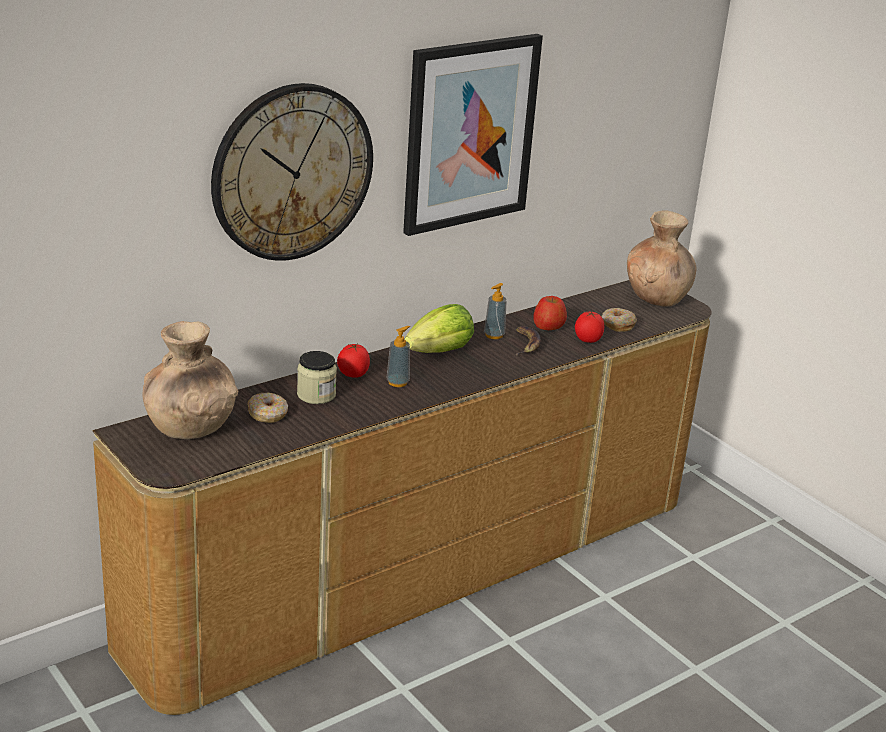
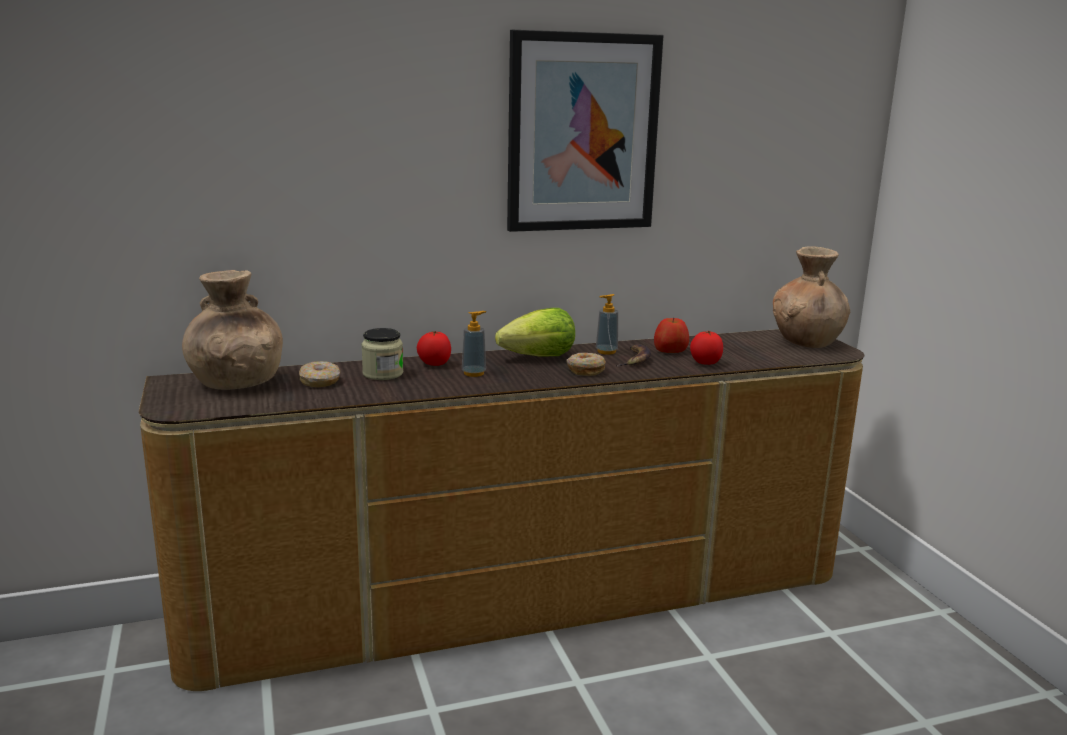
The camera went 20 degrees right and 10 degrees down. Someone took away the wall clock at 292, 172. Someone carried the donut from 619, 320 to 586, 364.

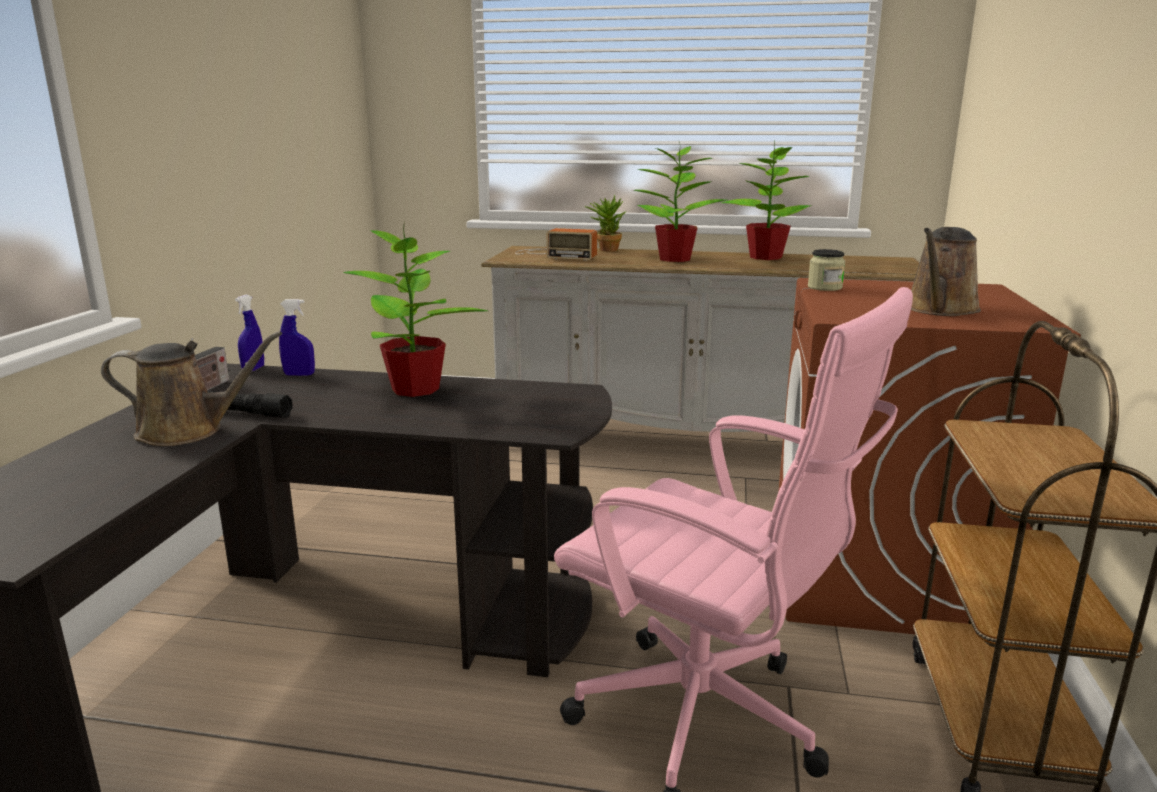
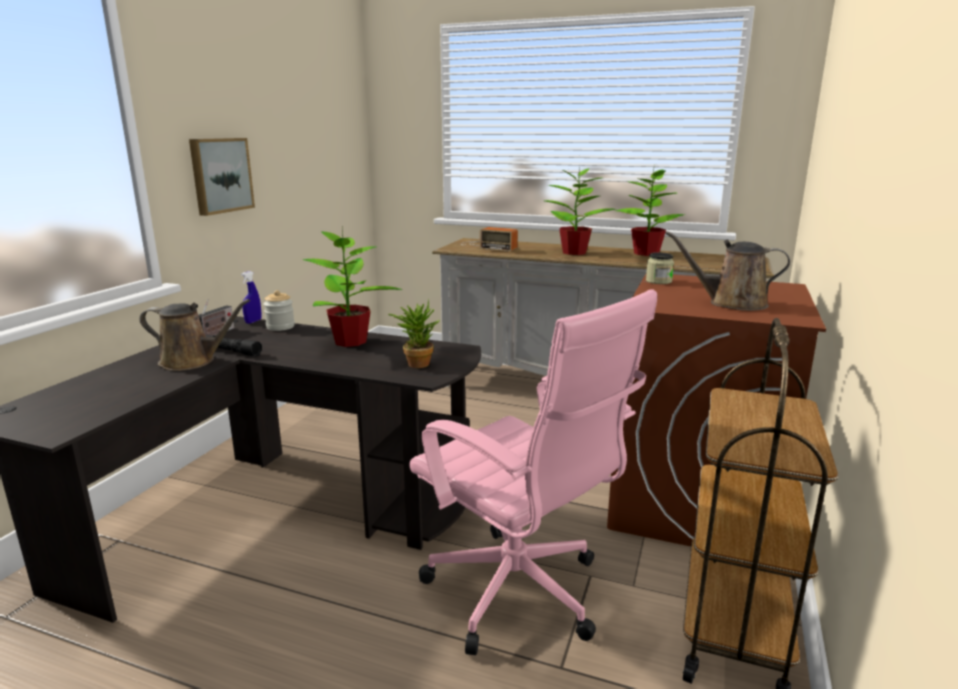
The camera went 10 degrees right and 0 degrees up. Someone put up the picture at 222, 177. Someone carried the potted plant from 605, 223 to 414, 333. Someone swapped the spray bottle (blue) at 297, 337 for the jar at 279, 310. Someone rotated the watering can (brown) at 946, 271 by 60 degrees clockwise.

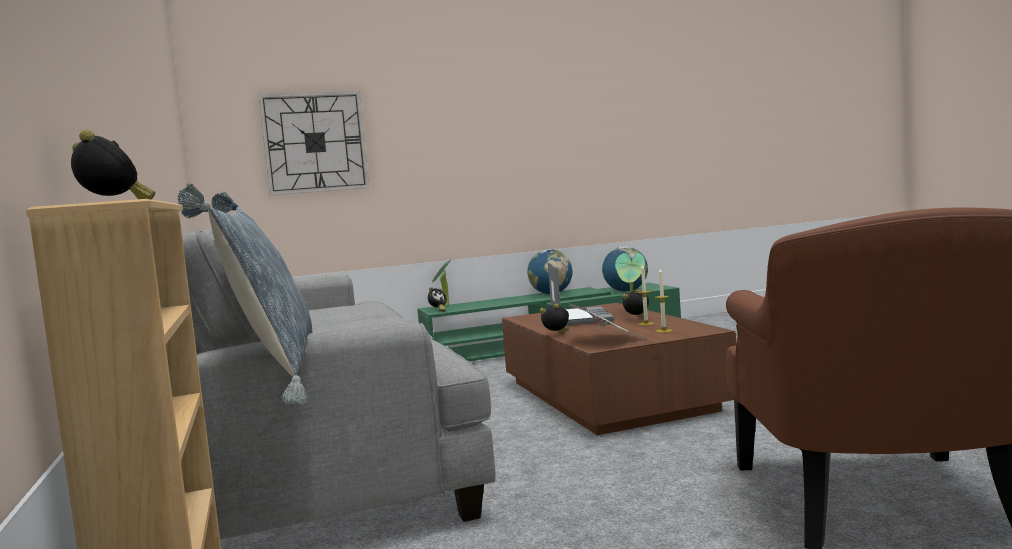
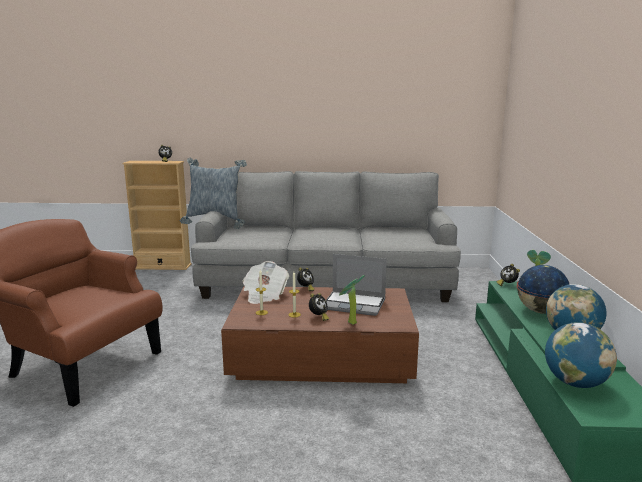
The camera went 110 degrees right and 10 degrees up. Someone took away the wall clock at 313, 143. Someone put down the globe at 543, 289.

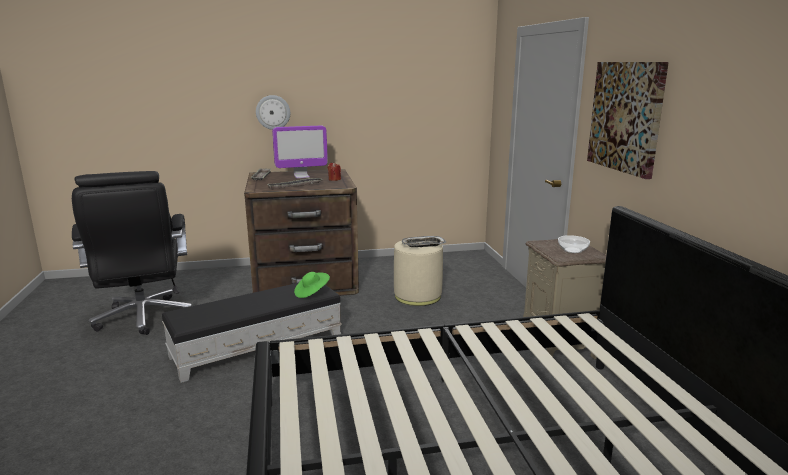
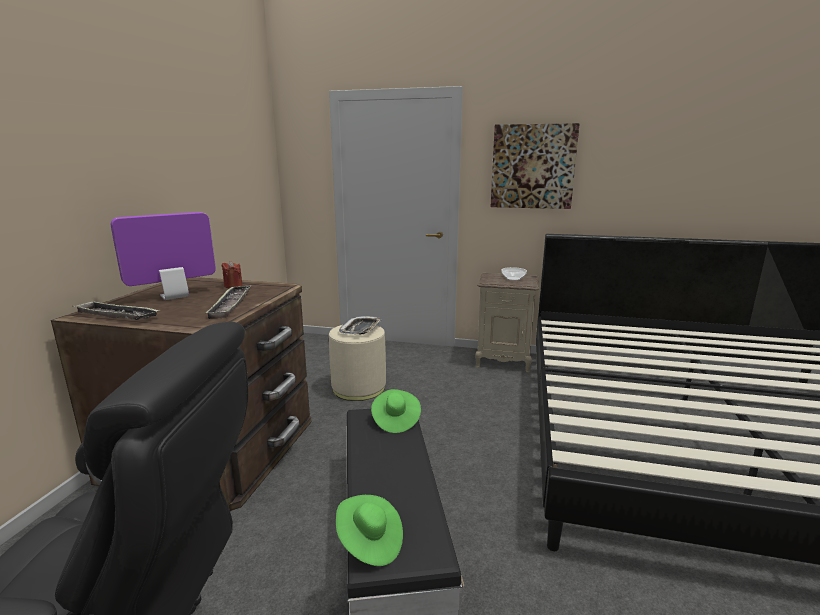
The camera went 65 degrees left and 0 degrees up. Someone took away the wall clock at 273, 112. Someone put down the hat (green) at 369, 530. Someone rotated the monitor at 300, 152 by 135 degrees counterclockwise.

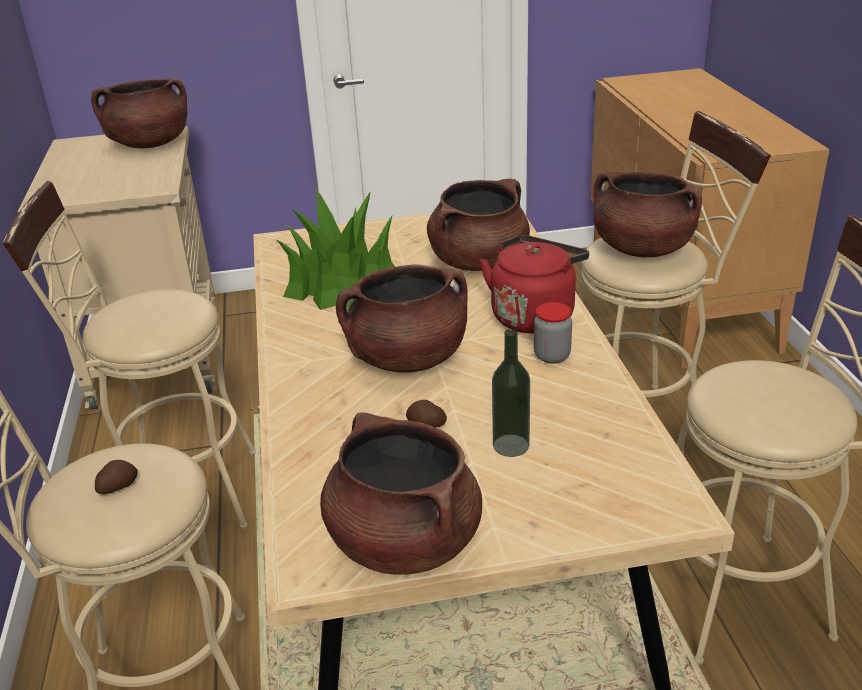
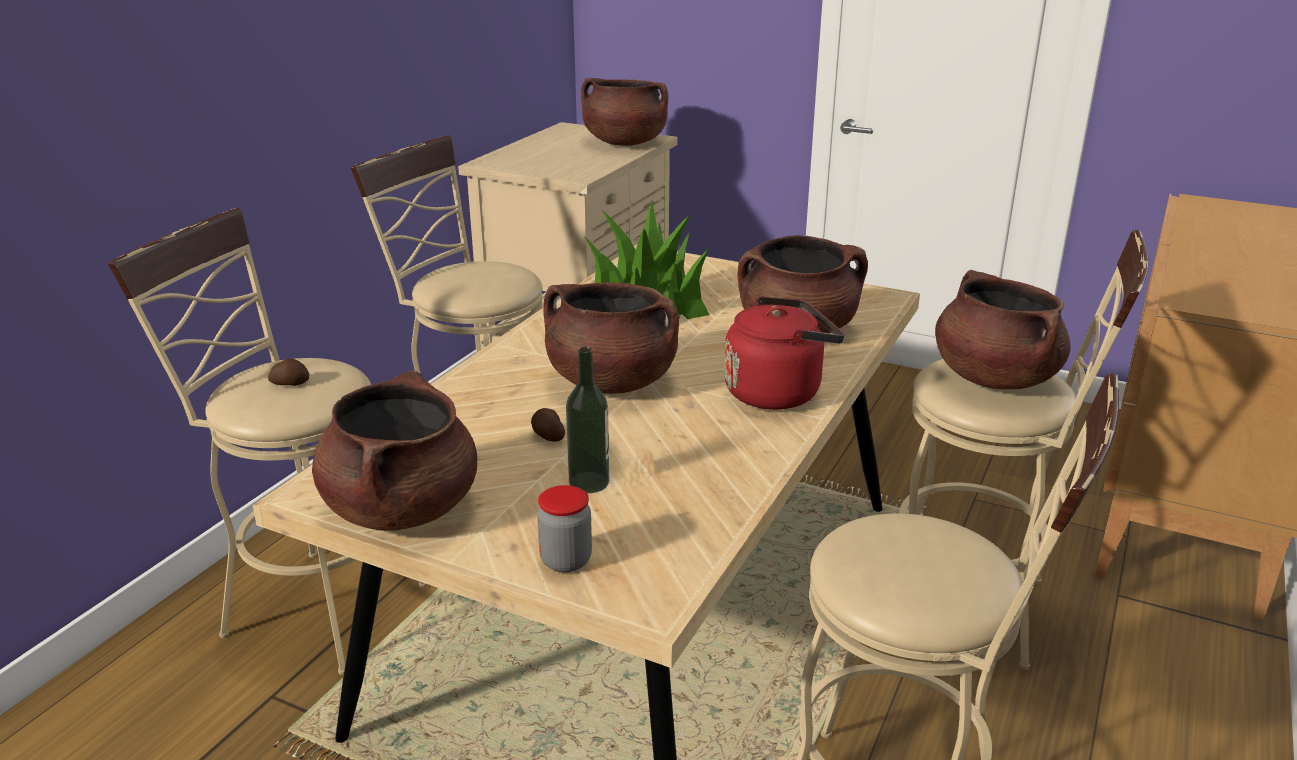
The camera went 35 degrees right and 5 degrees down. Someone carried the jar from 553, 333 to 564, 529.

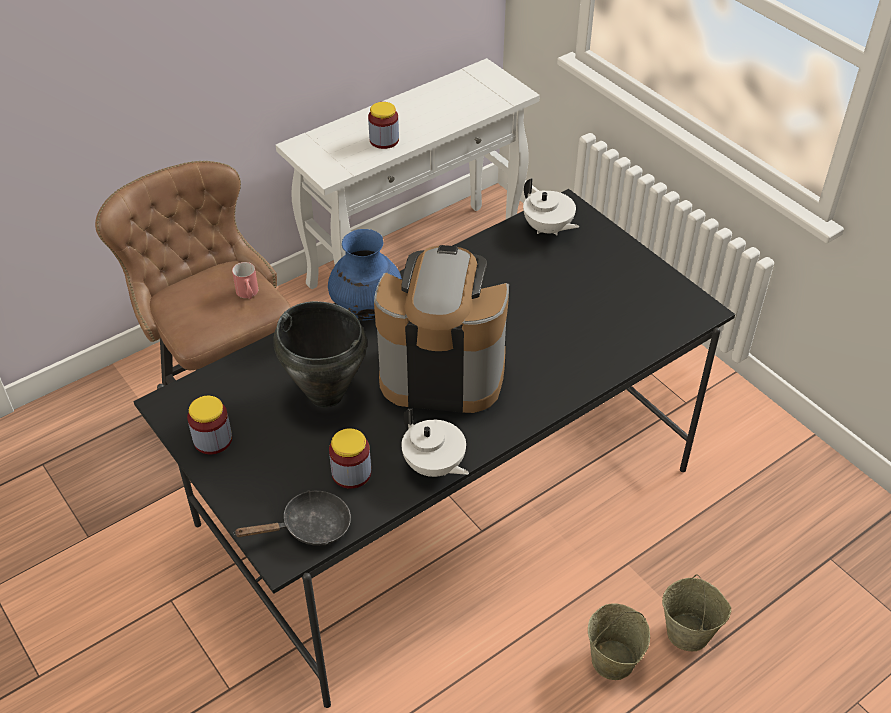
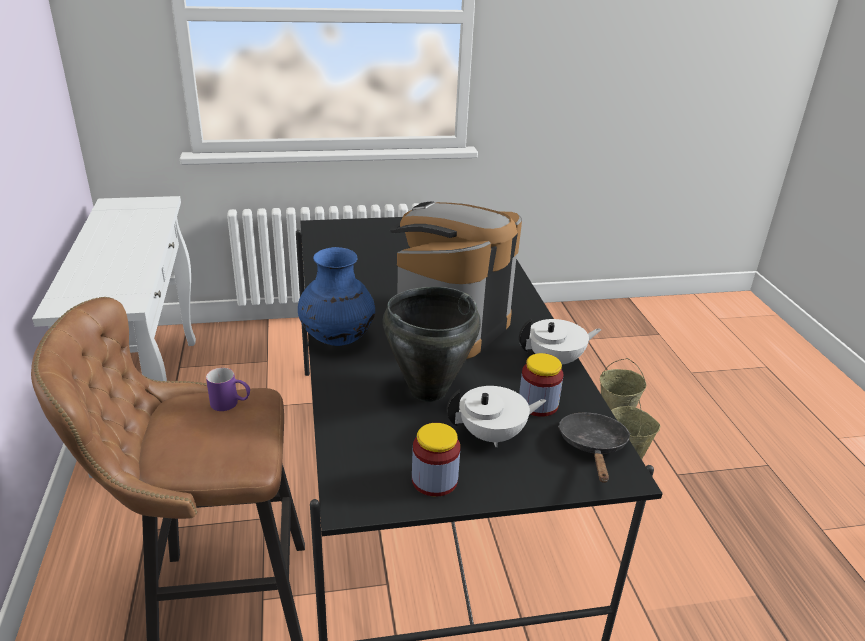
The camera went 65 degrees left and 15 degrees down. Someone took away the jar at 383, 125. Someone carried the teapot (white) from 551, 206 to 496, 416. Someone repainted the mug (red) at 245, 280, which became the mug (purple) at 228, 389.

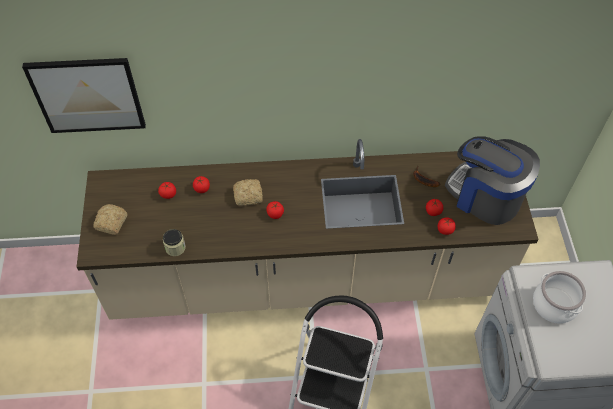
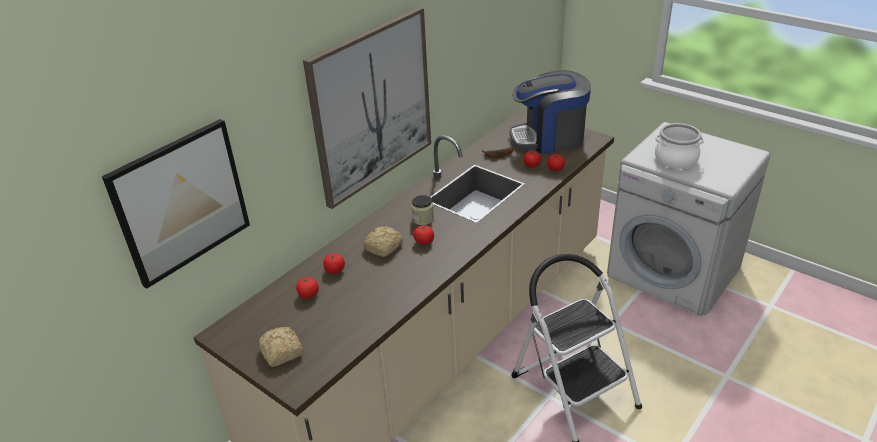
The camera went 45 degrees left and 20 degrees down. Someone put up the picture at 367, 108. Someone carried the jar from 174, 242 to 422, 210.

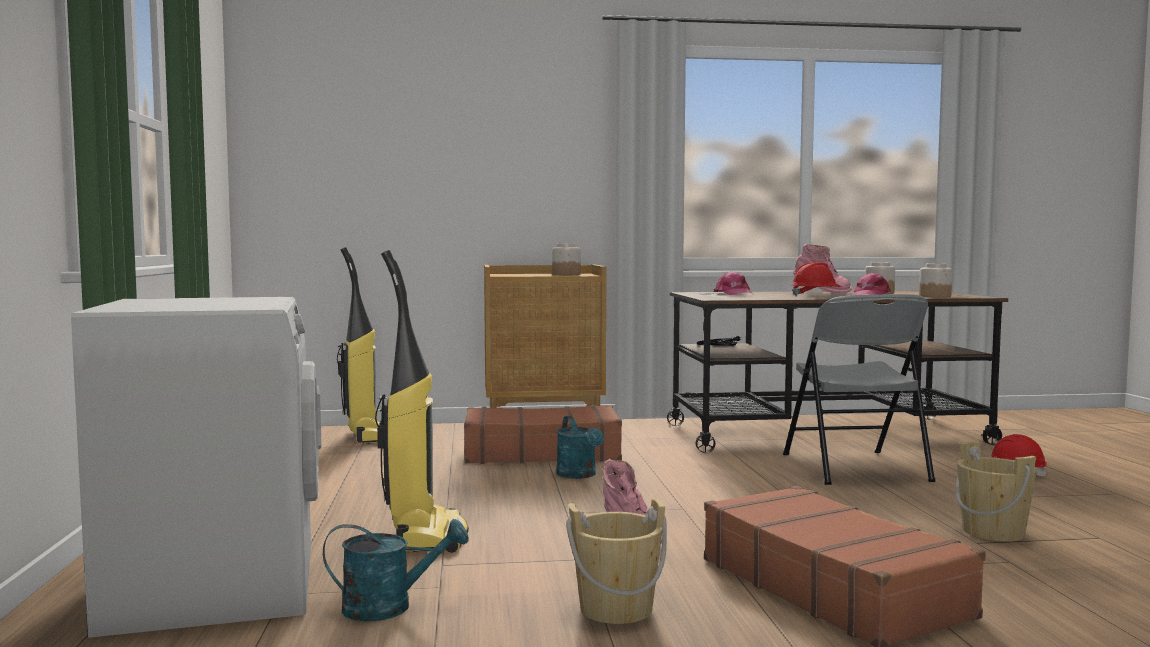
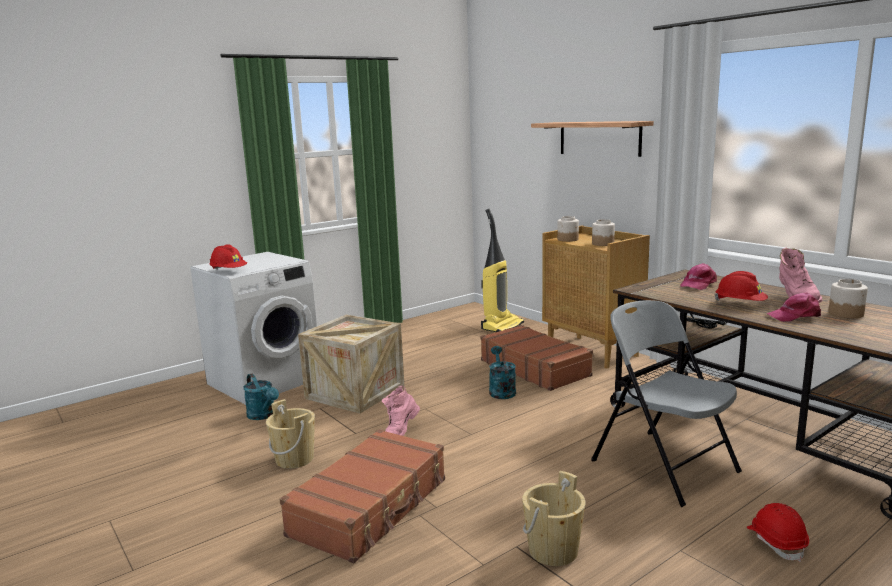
The camera went 60 degrees right and 10 degrees up. Someone put down the hard hat (red) at 228, 257. Someone put up the shelf at 592, 139. Someone carried the jar from 935, 280 to 568, 229. Someone swapped the vacuum cleaner at 422, 401 for the crate at 351, 363. Someone rotated the watering can (turquoise) at 580, 447 by 135 degrees clockwise. Someone rotated the chair (grey) at 859, 389 by 90 degrees clockwise.

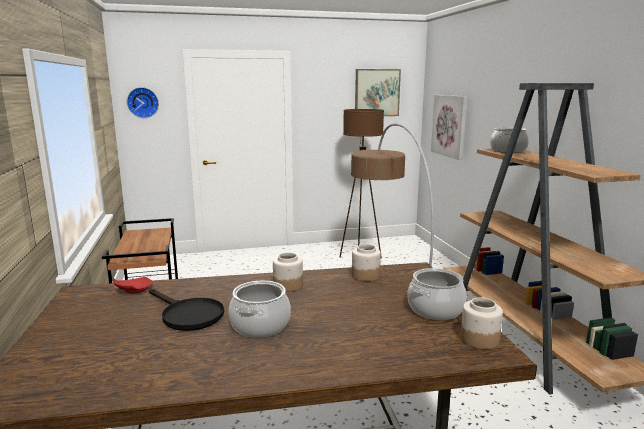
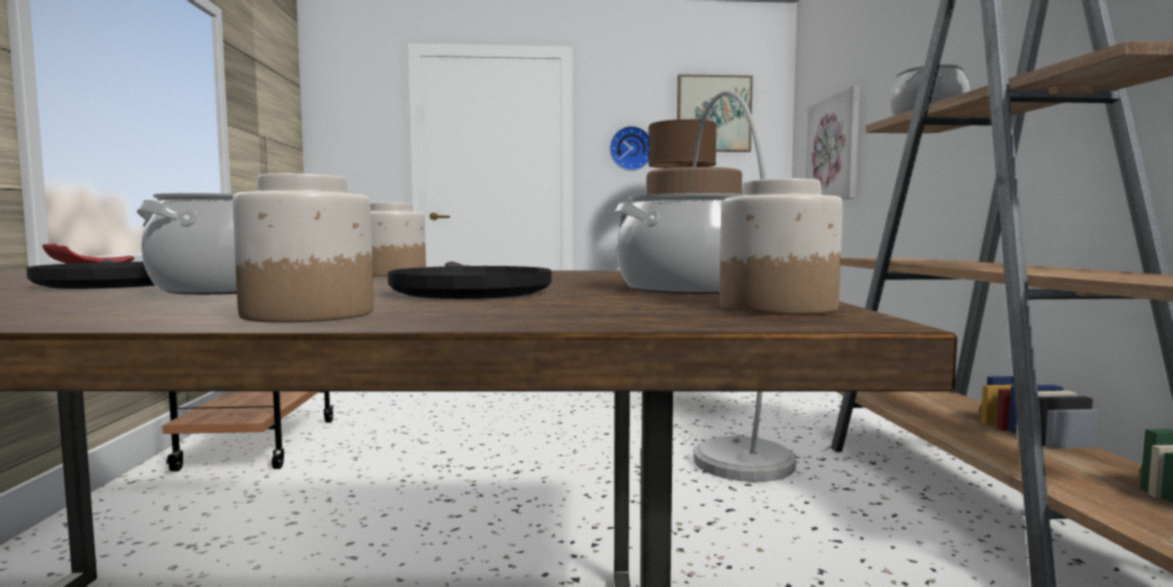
The camera went 10 degrees right and 10 degrees down. Someone put down the frying pan (black) at 469, 280. Someone carried the wall clock from 143, 102 to 629, 148. Someone carried the jar from 366, 263 to 303, 248.

